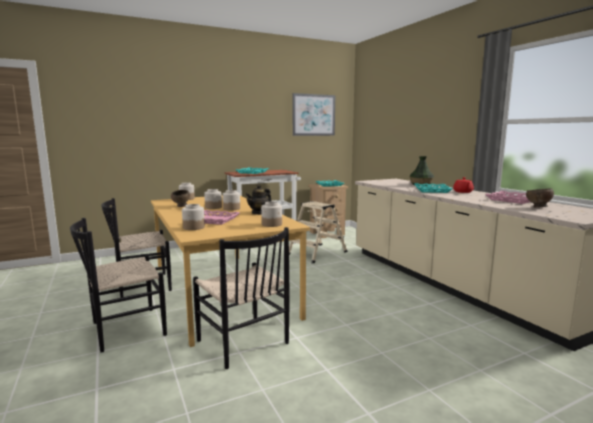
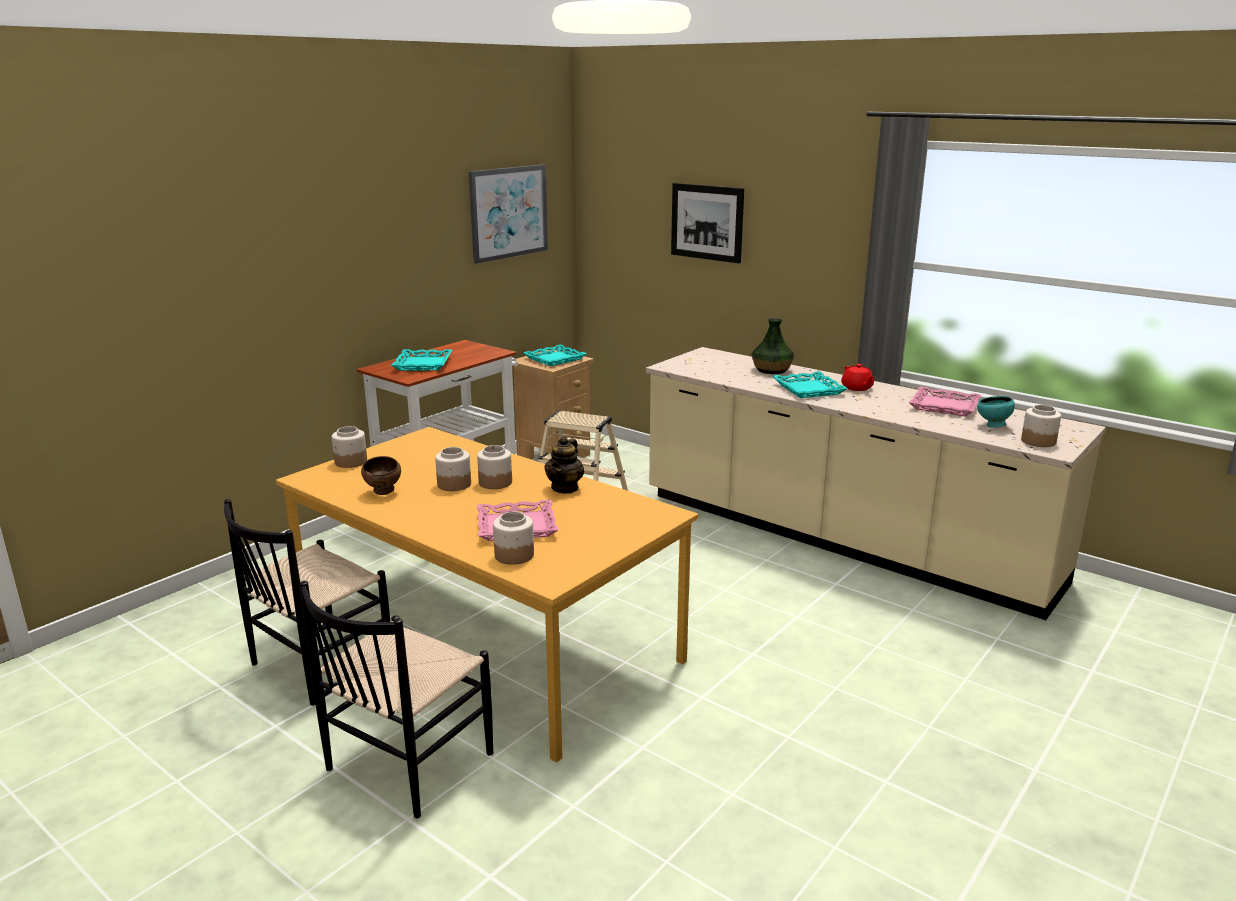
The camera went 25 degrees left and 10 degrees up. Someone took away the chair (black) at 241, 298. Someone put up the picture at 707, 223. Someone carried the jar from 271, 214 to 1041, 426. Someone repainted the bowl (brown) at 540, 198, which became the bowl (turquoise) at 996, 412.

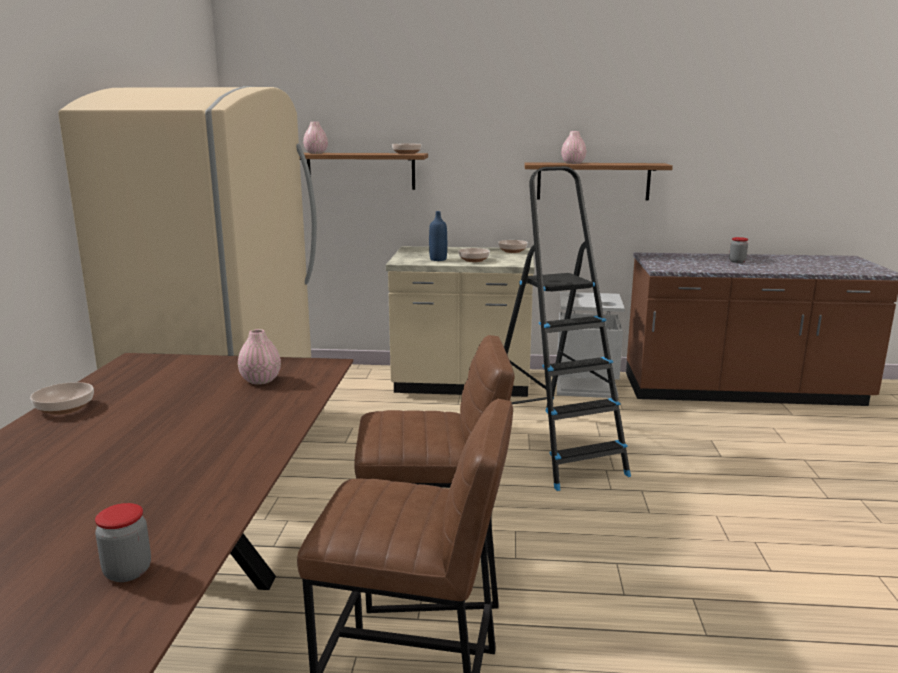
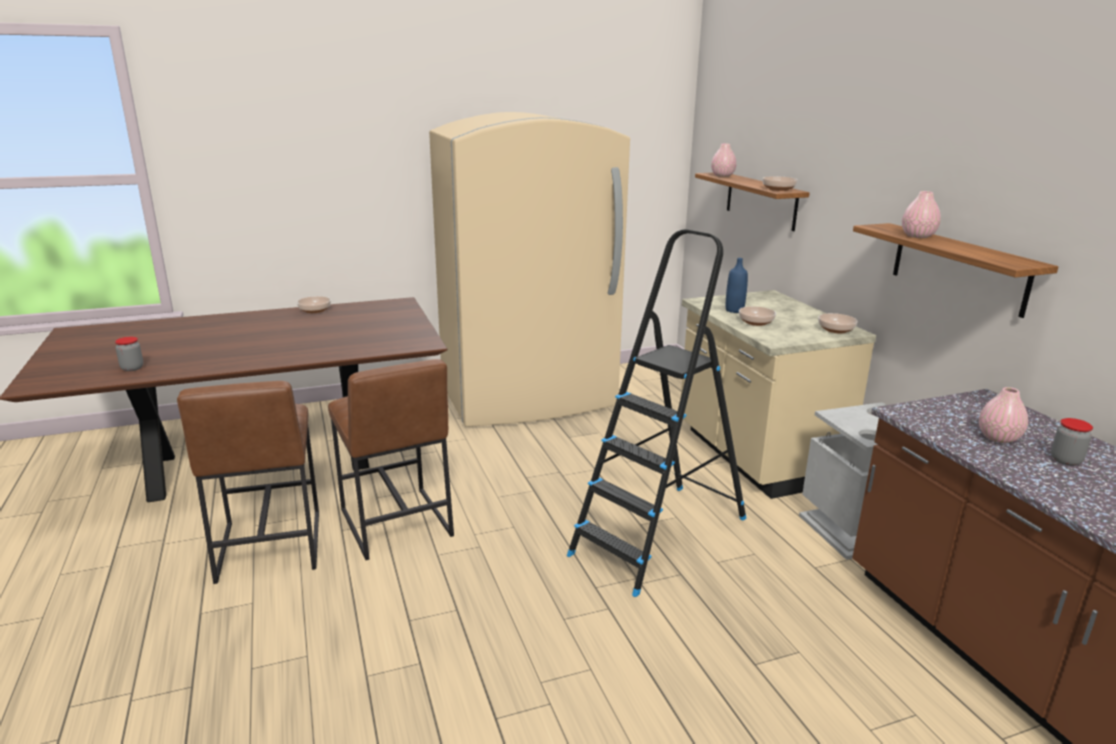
The camera went 65 degrees right and 5 degrees up. Someone carried the vase (pink) from 259, 357 to 1003, 415.

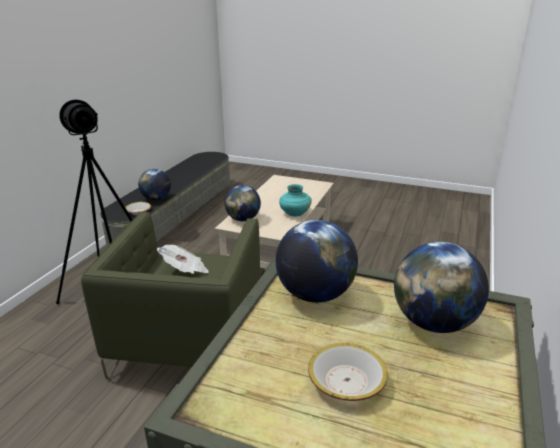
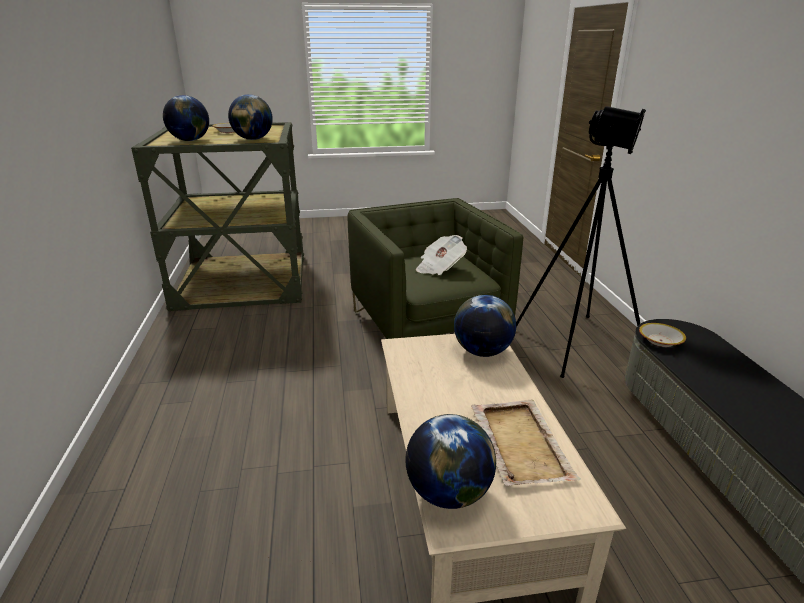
The camera went 150 degrees right and 0 degrees up. Someone took away the vase (turquoise) at 295, 200. Someone put down the tray (beige) at 526, 443. Someone carried the globe from 154, 185 to 450, 461.

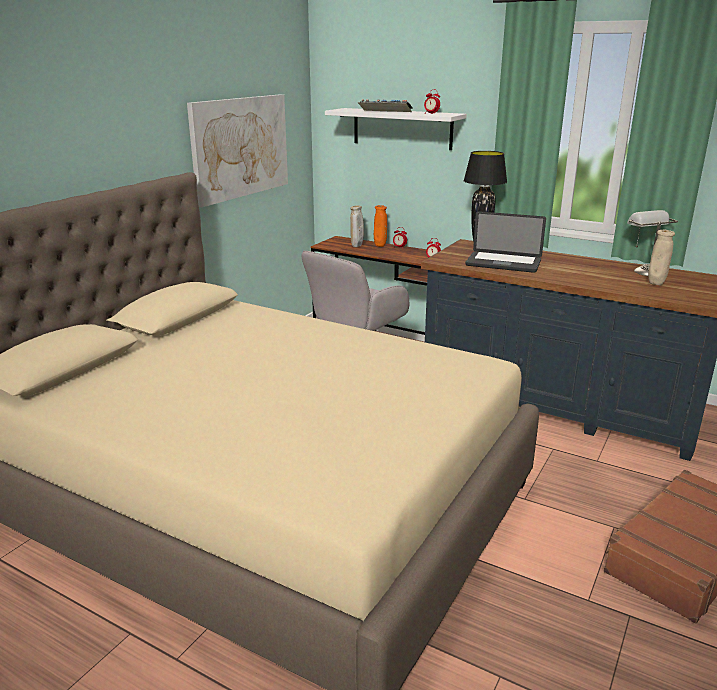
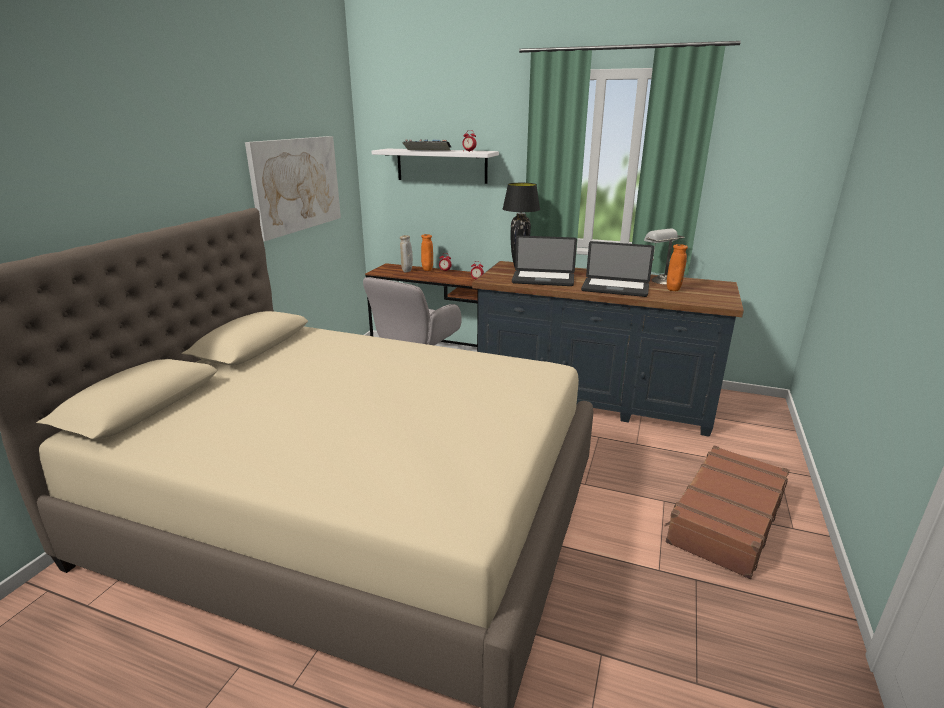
The camera went 10 degrees left and 0 degrees up. Someone put down the laptop at 617, 269. Someone repainted the vase (beige) at 661, 257, which became the vase (orange) at 677, 267.

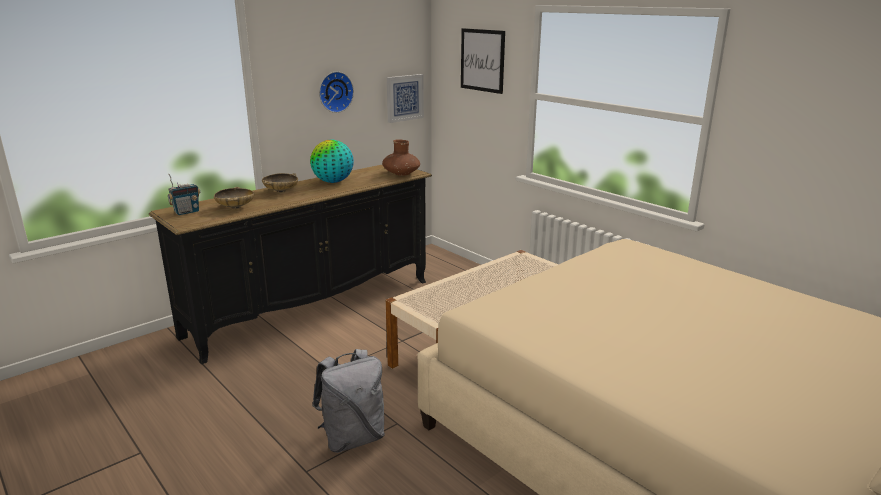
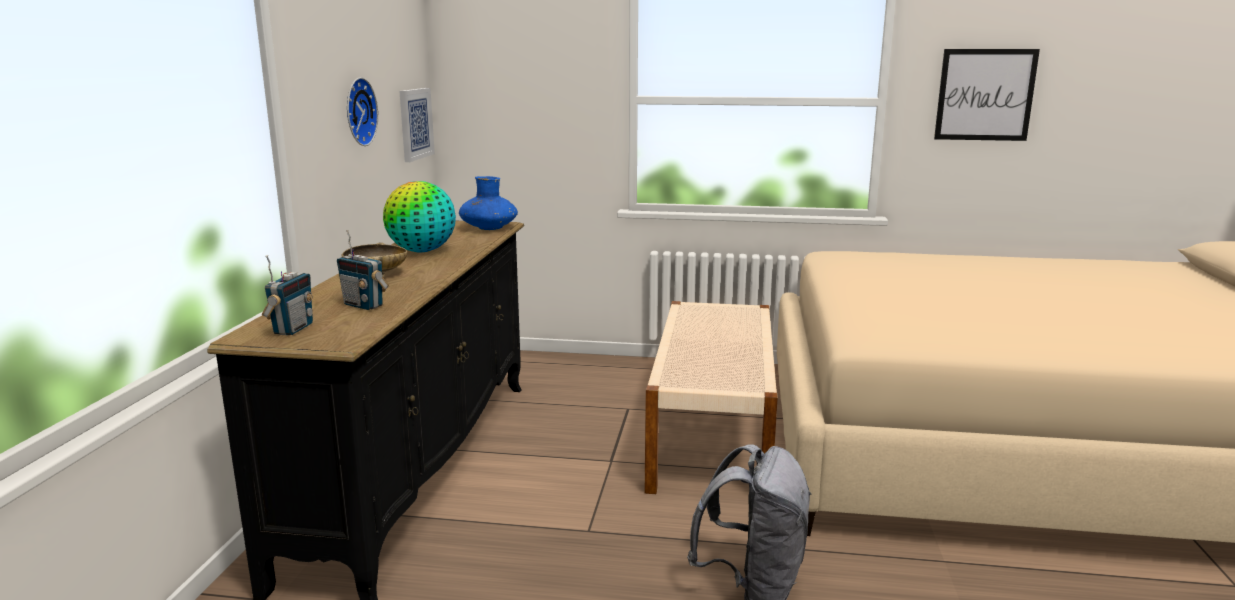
The camera went 40 degrees left and 5 degrees down. Someone carried the picture from 483, 61 to 987, 95. Someone swapped the bowl (beige) at 234, 198 for the radio at 363, 270. Someone repainted the vase (brown) at 401, 157, which became the vase (blue) at 488, 203.

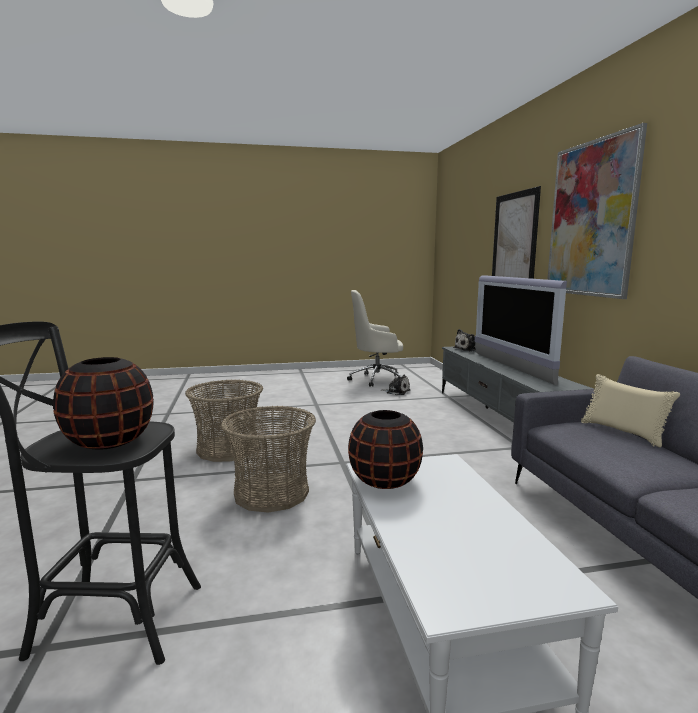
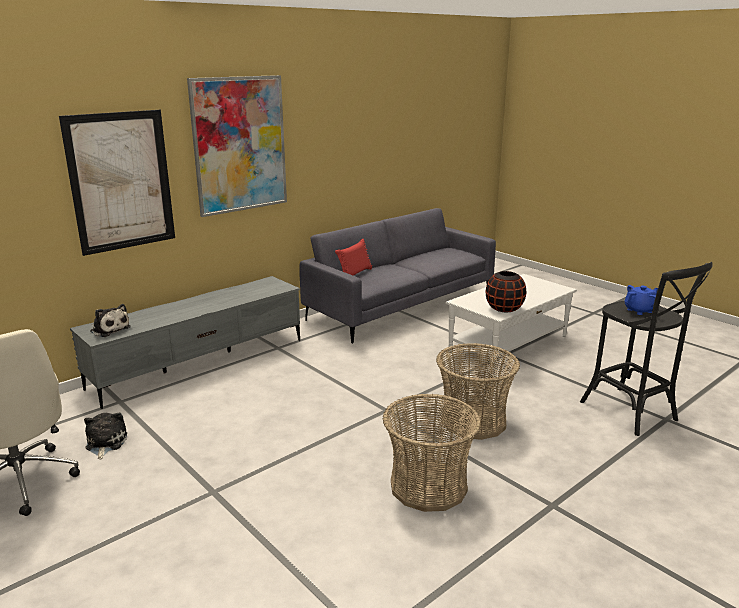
The camera went 120 degrees left and 10 degrees up. Someone took away the television at 521, 330. Someone swapped the vase (black) at 103, 403 for the teapot (blue) at 641, 300. Someone repainted the pillow (beige) at 630, 411, which became the pillow (red) at 353, 257.

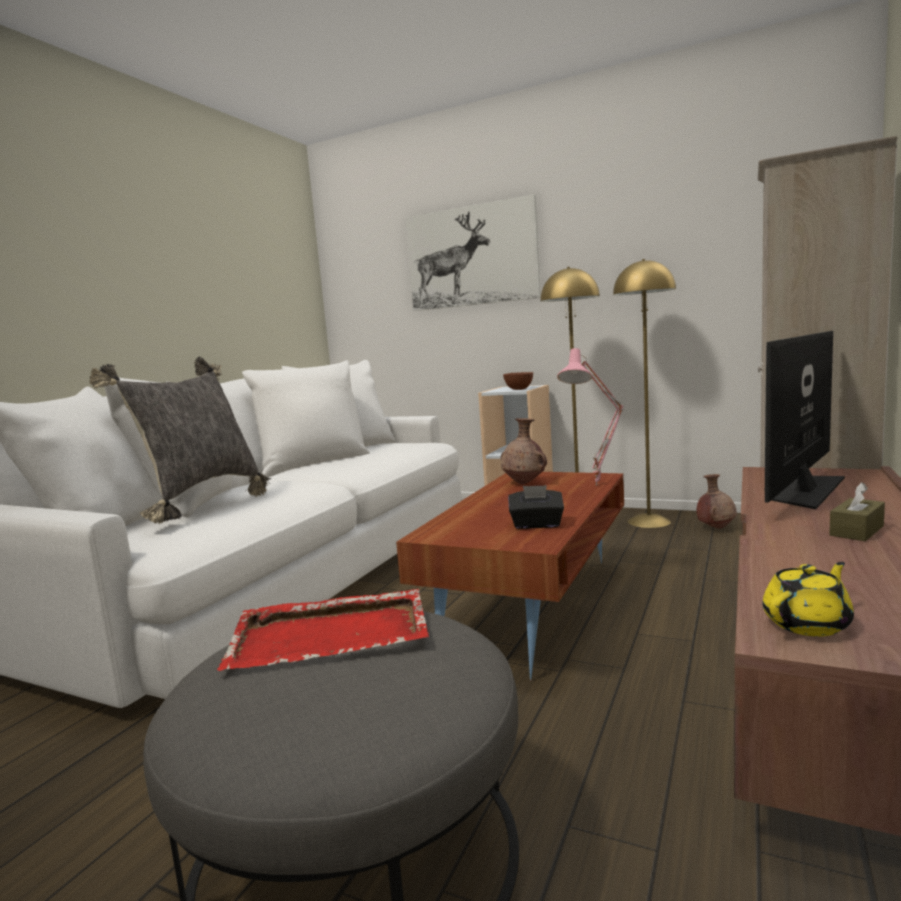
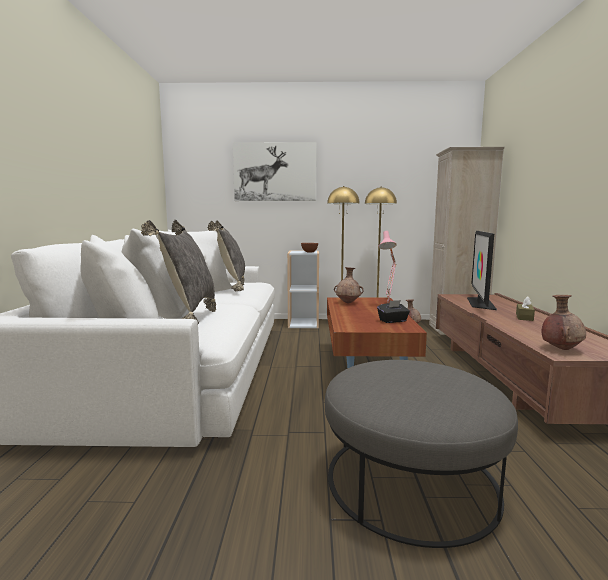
The camera went 25 degrees left and 0 degrees up. Someone took away the tray (red) at 323, 630. Someone put down the pillow at 226, 256. Someone swapped the teapot (yellow) at 808, 599 for the vase (brown) at 564, 322.

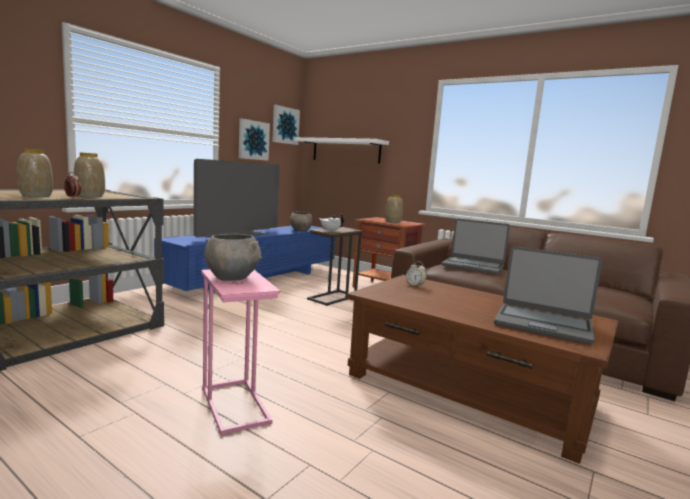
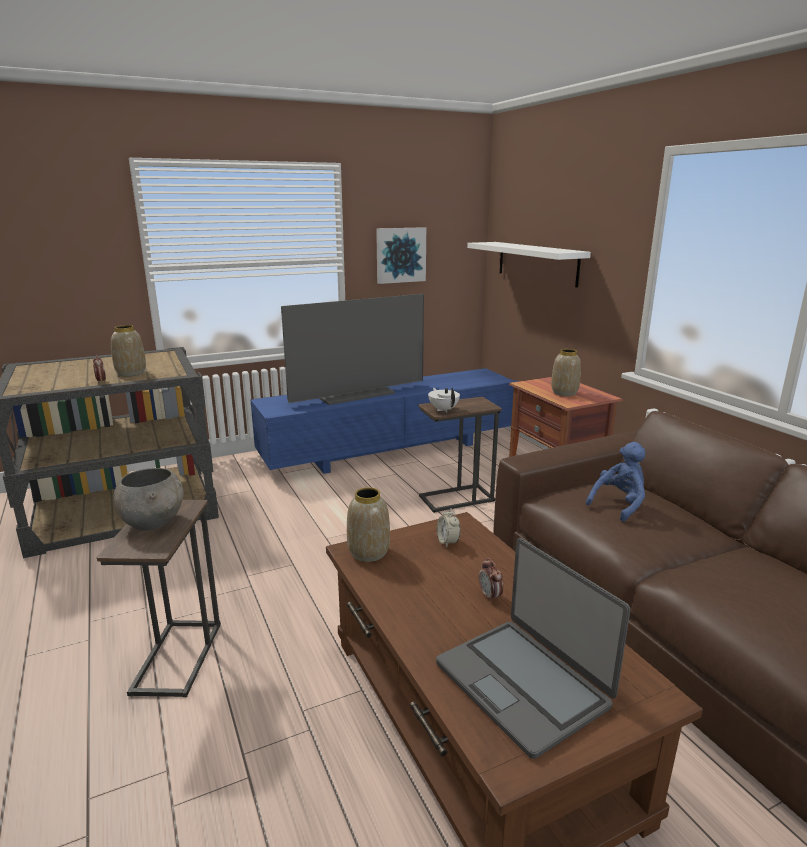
The camera went 30 degrees right and 10 degrees up. Someone took away the picture at 286, 125. Someone took away the bowl (grey) at 301, 221. Someone put down the alarm clock at 491, 580. Someone carried the vase from 35, 173 to 368, 524. Someone swapped the laptop at 476, 246 for the plush toy (blue) at 616, 482. Someone repainted the side table (pink) at 240, 352, which became the side table (brown) at 159, 598.

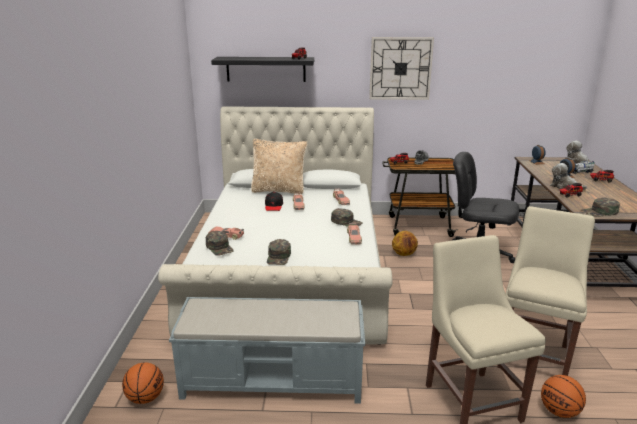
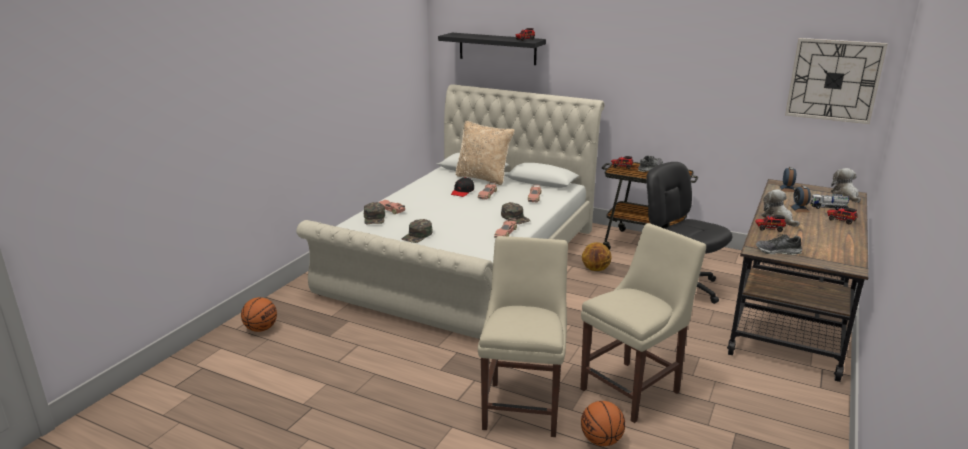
The camera went 25 degrees right and 0 degrees up. Someone took away the bench (grey) at 267, 350. Someone carried the wall clock from 401, 68 to 836, 81. Someone swapped the cap (green) at 601, 207 for the shoe at 779, 244.

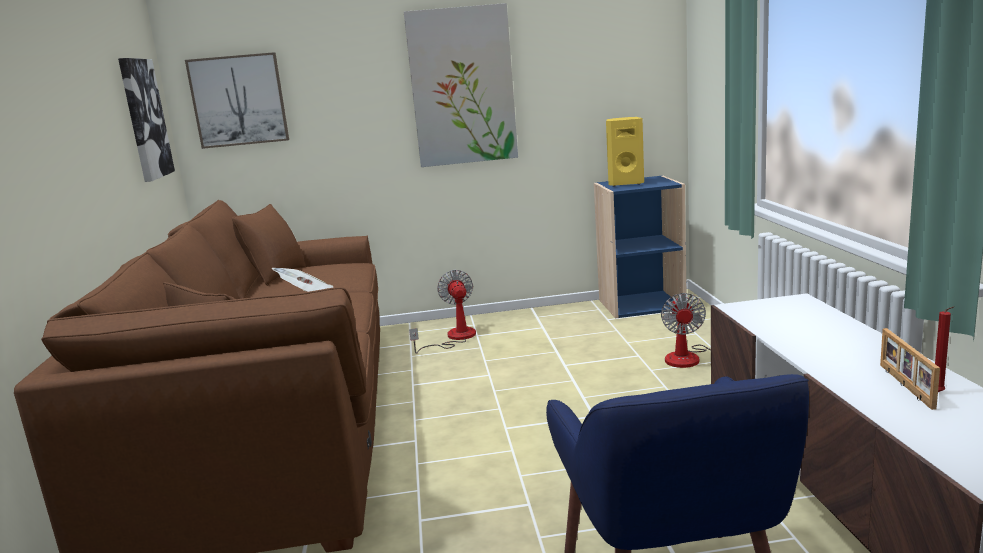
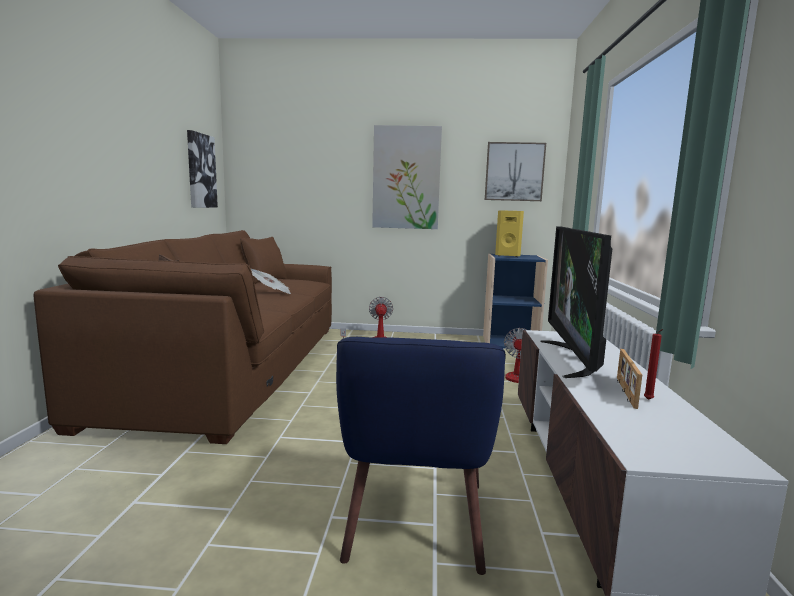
The camera went 10 degrees right and 5 degrees down. Someone put down the television at 576, 302. Someone carried the picture from 237, 100 to 515, 171.

